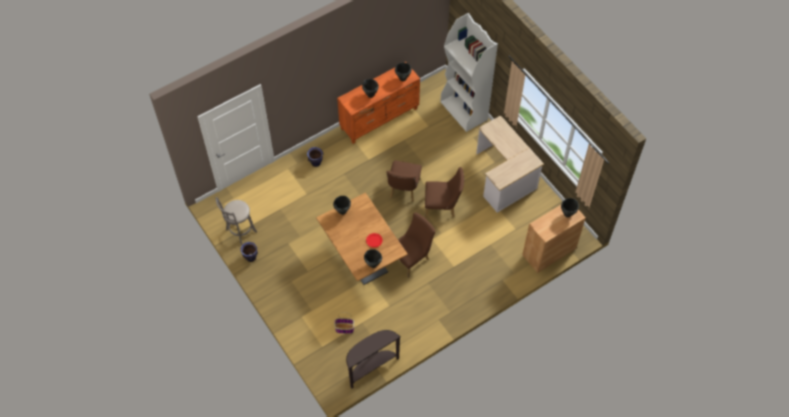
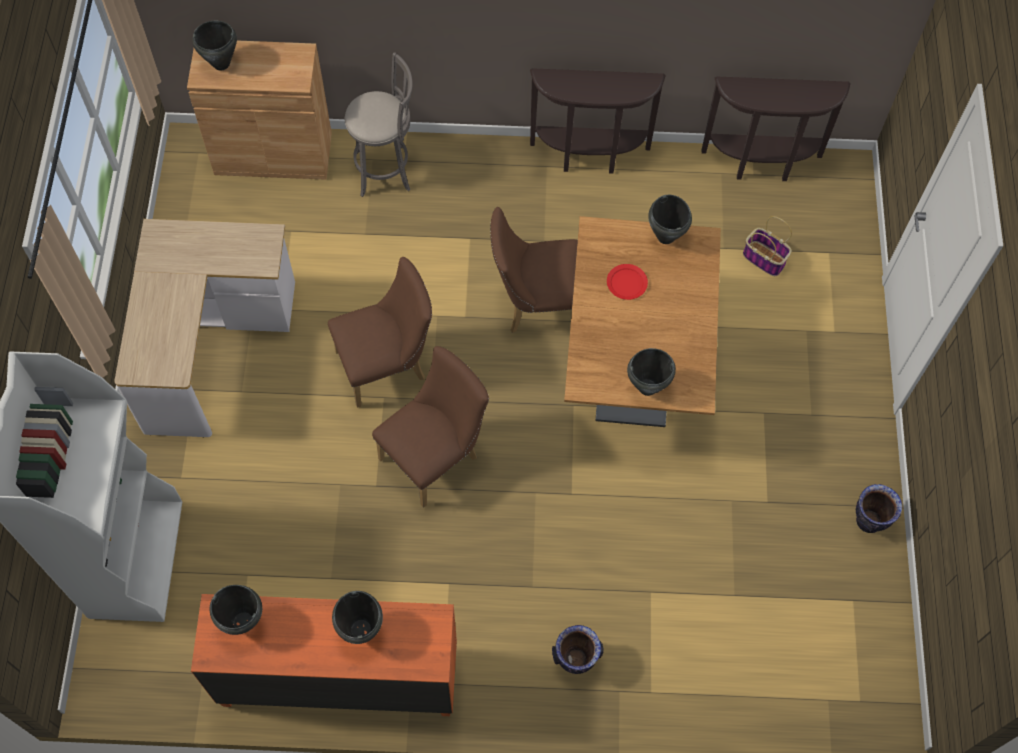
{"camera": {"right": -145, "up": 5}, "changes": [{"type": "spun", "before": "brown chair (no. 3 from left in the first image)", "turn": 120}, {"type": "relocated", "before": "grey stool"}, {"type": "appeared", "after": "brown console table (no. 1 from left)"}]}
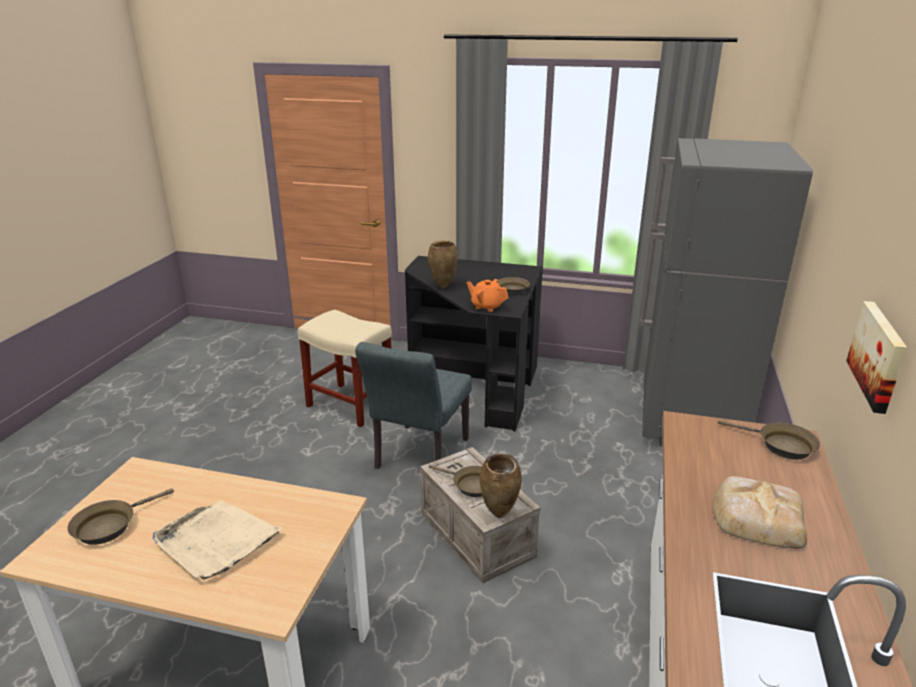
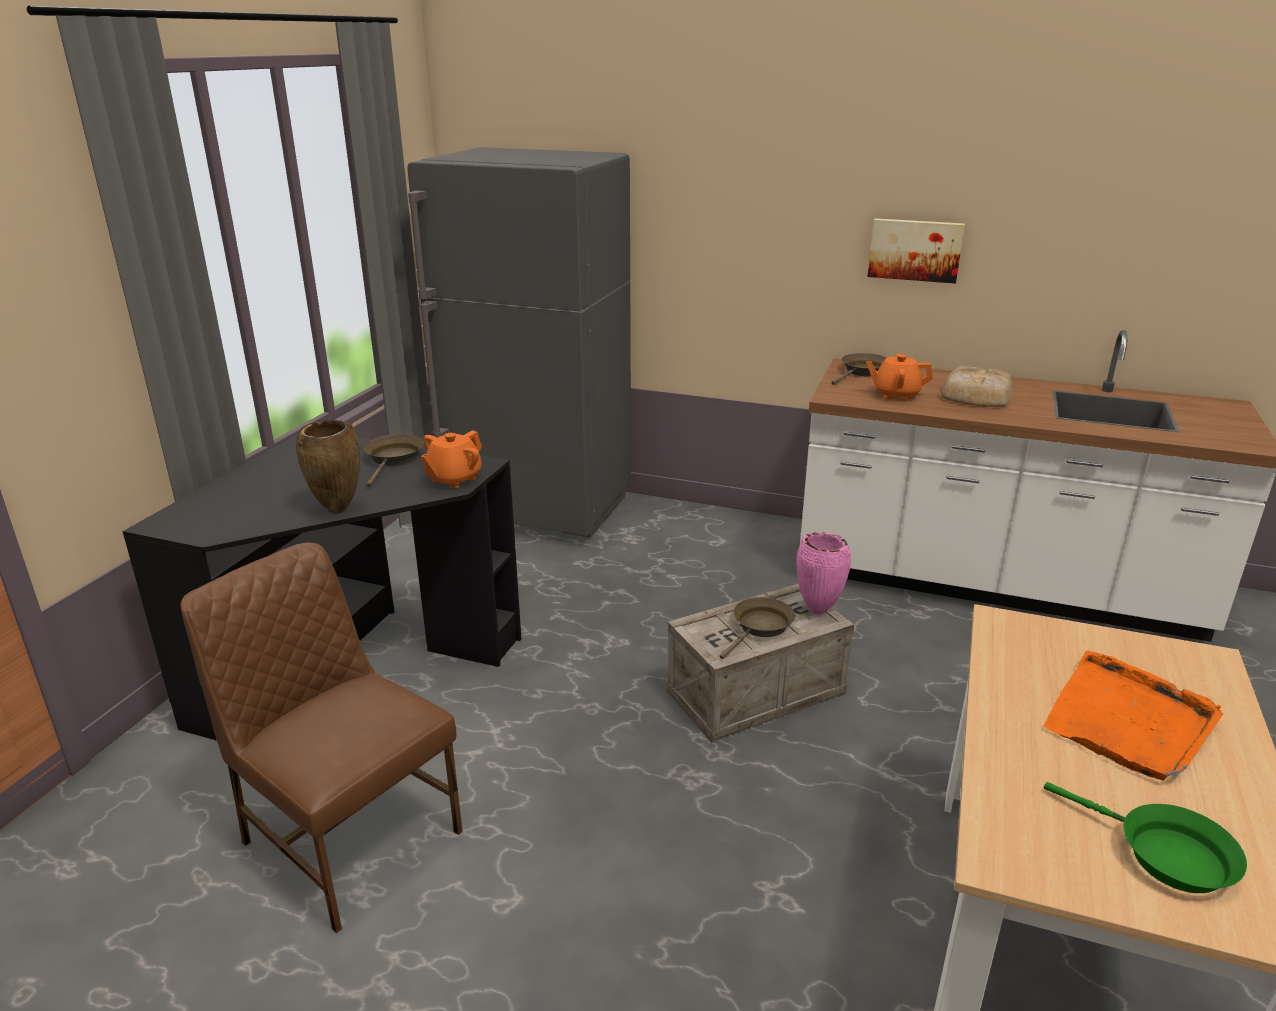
{"camera": {"right": -85, "up": 0}, "changes": [{"type": "exchanged", "before": "beige stool", "after": "brown chair"}, {"type": "colour", "before": "brown vase (no. 2 from left)", "after": "pink vase"}, {"type": "appeared", "after": "orange teapot (no. 2 from left)"}, {"type": "colour", "before": "beige tray", "after": "orange tray"}, {"type": "colour", "before": "brown frying pan (no. 1 from left)", "after": "green frying pan"}, {"type": "missing", "before": "grey chair"}]}
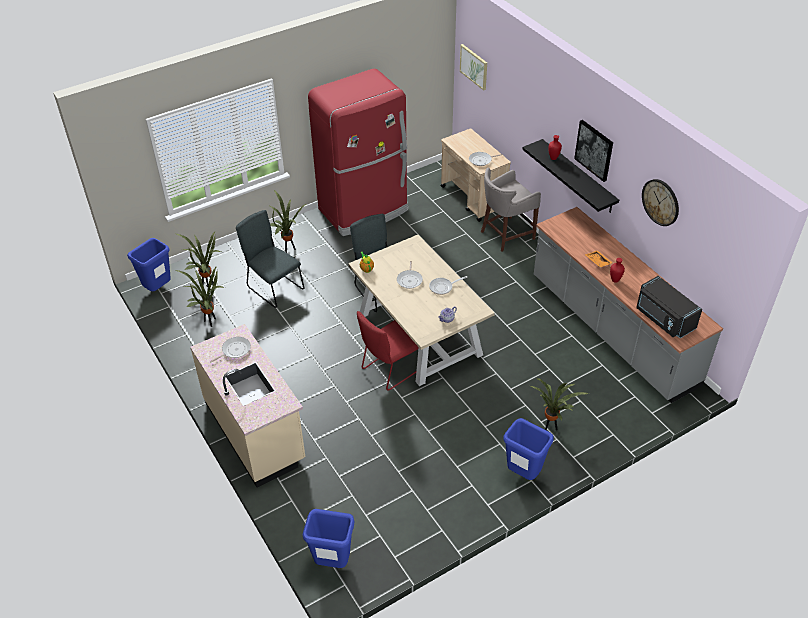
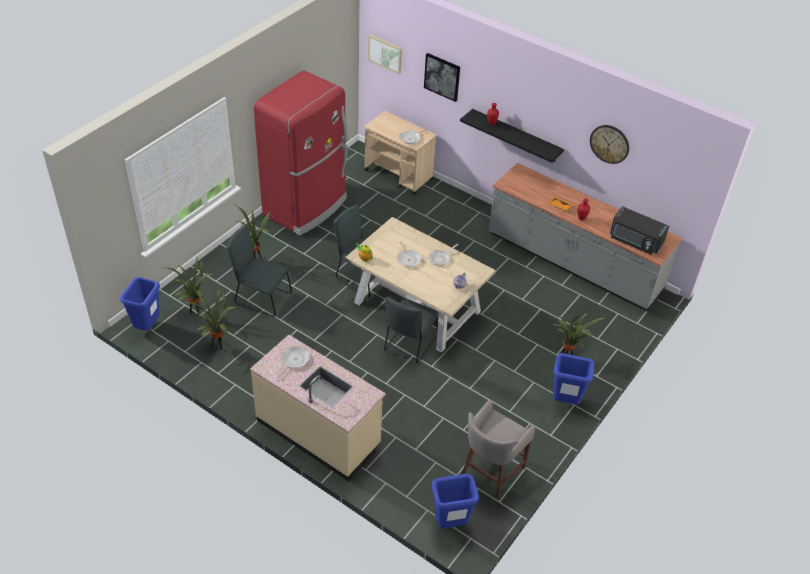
{"camera": {"right": -25, "up": 0}, "changes": [{"type": "colour", "before": "red chair", "after": "grey chair (no. 3 from left)"}, {"type": "relocated", "before": "picture (no. 2 from left)"}, {"type": "relocated", "before": "grey stool"}]}
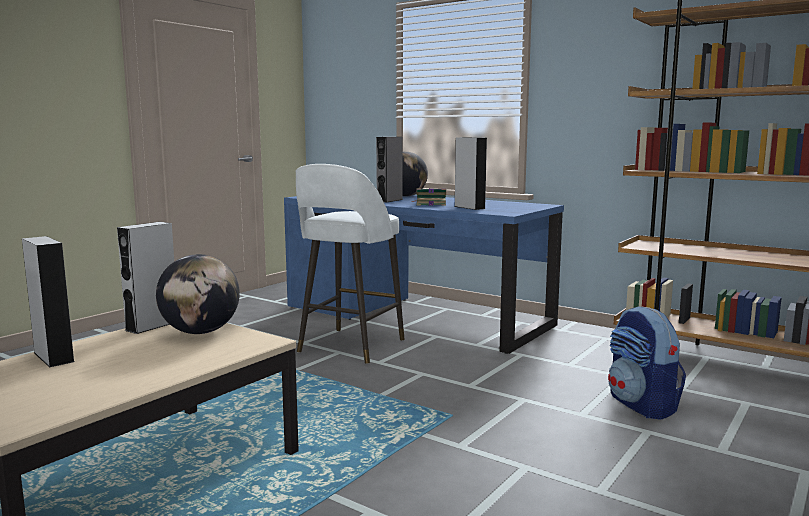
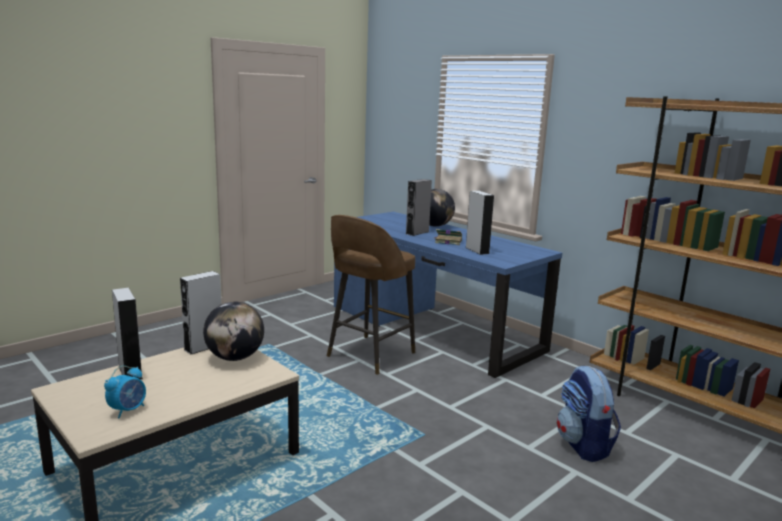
{"camera": {"right": 10, "up": 5}, "changes": [{"type": "appeared", "after": "alarm clock"}, {"type": "colour", "before": "white stool", "after": "brown stool"}]}
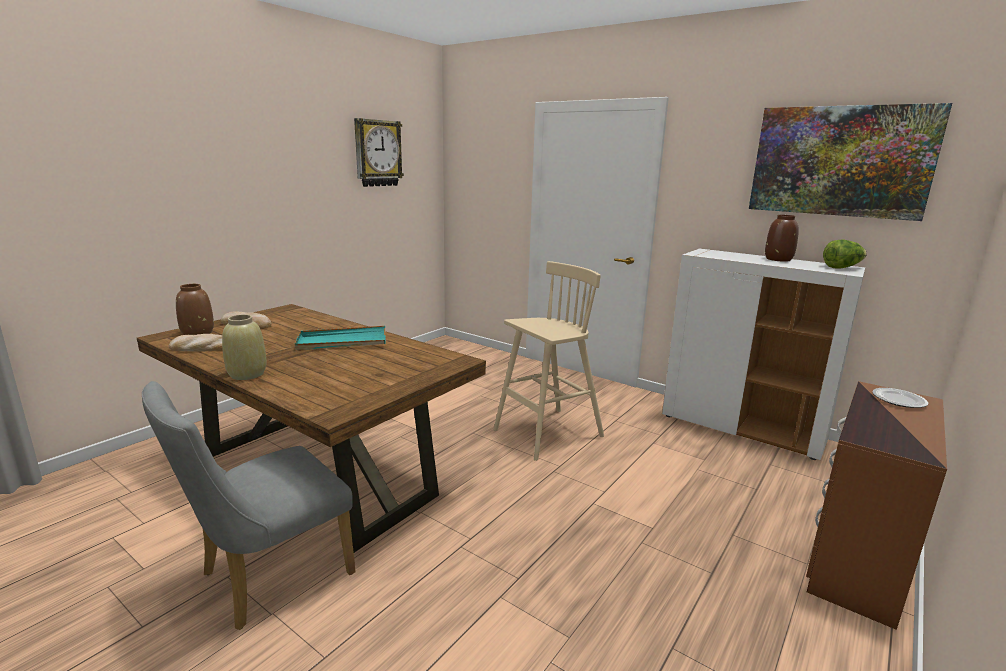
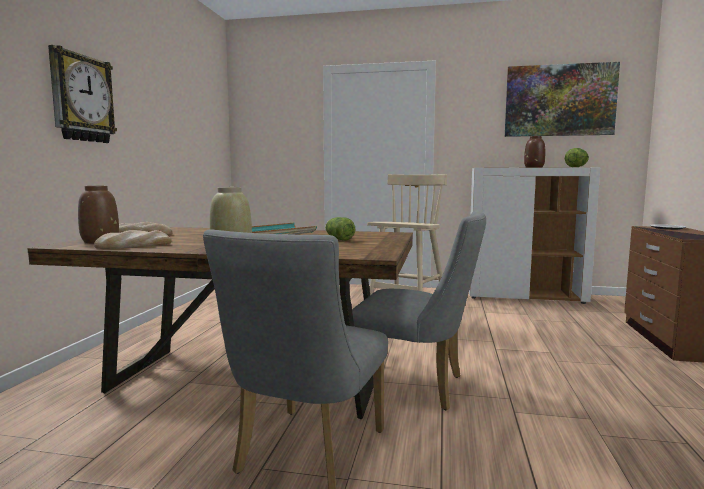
{"camera": {"right": -25, "up": -10}, "changes": [{"type": "relocated", "before": "wall clock"}, {"type": "appeared", "after": "lettuce (no. 1 from left)"}, {"type": "appeared", "after": "grey chair (no. 2 from left)"}]}
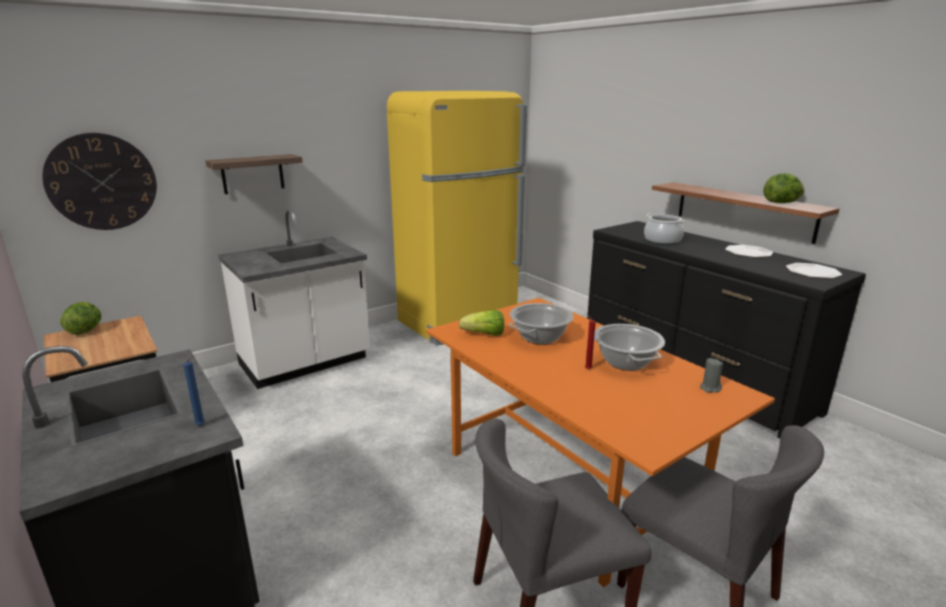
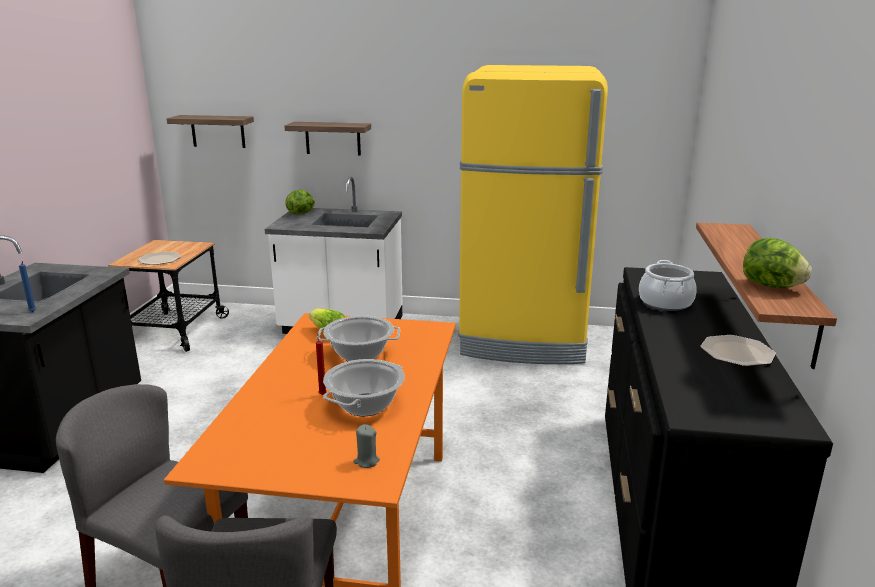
{"camera": {"right": 45, "up": 0}, "changes": [{"type": "relocated", "before": "plate (no. 2 from left in the first image)", "after": "plate (no. 1 from left)"}, {"type": "exchanged", "before": "wall clock", "after": "shelf (no. 1 from left)"}, {"type": "relocated", "before": "lettuce (no. 1 from left)"}]}
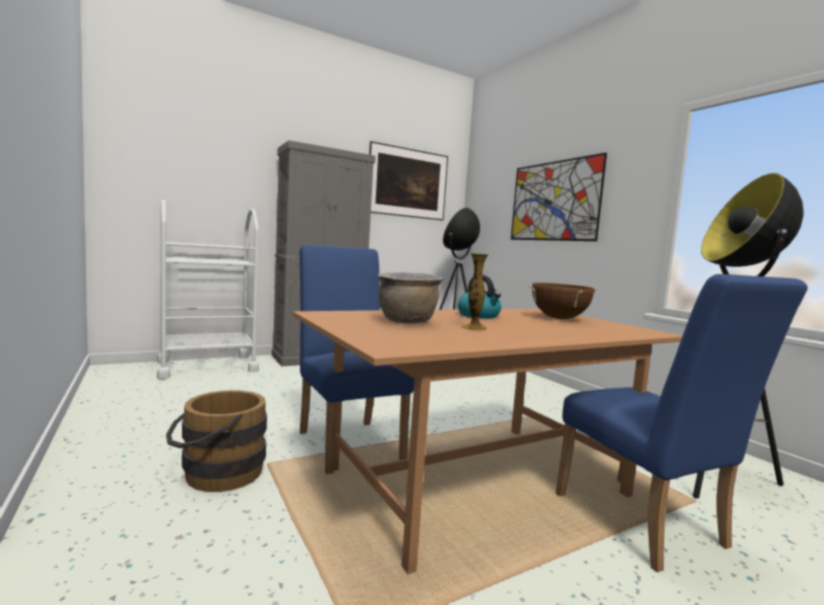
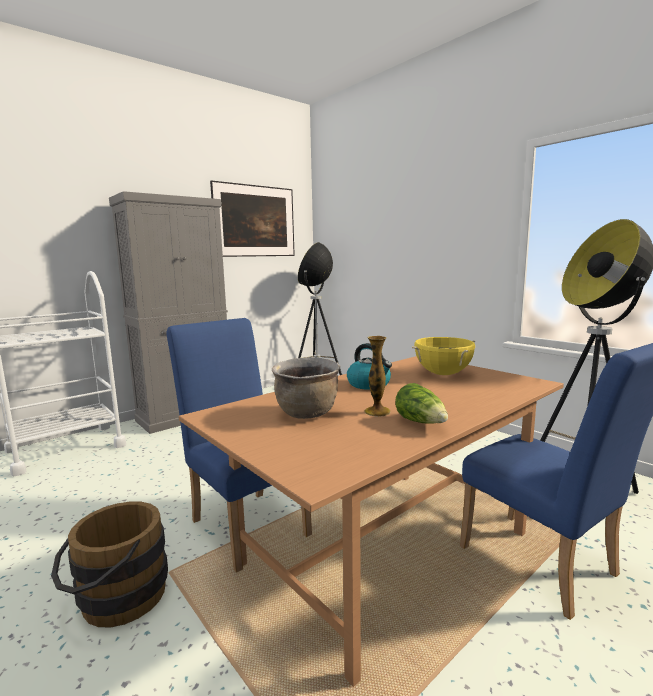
{"camera": {"right": -10, "up": 5}, "changes": [{"type": "appeared", "after": "lettuce"}, {"type": "colour", "before": "brown cooking pot (no. 2 from left)", "after": "yellow cooking pot"}, {"type": "missing", "before": "picture (no. 2 from left)"}]}
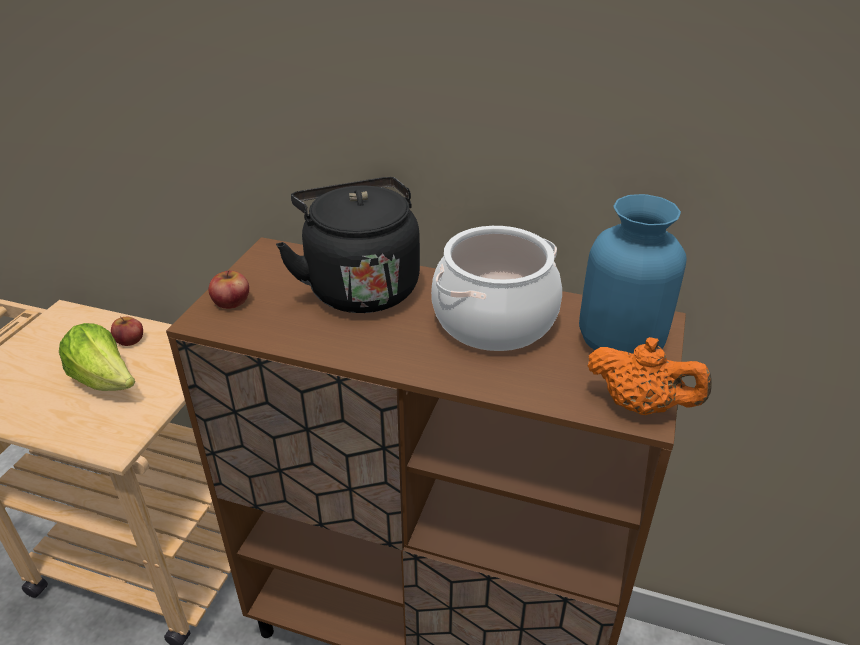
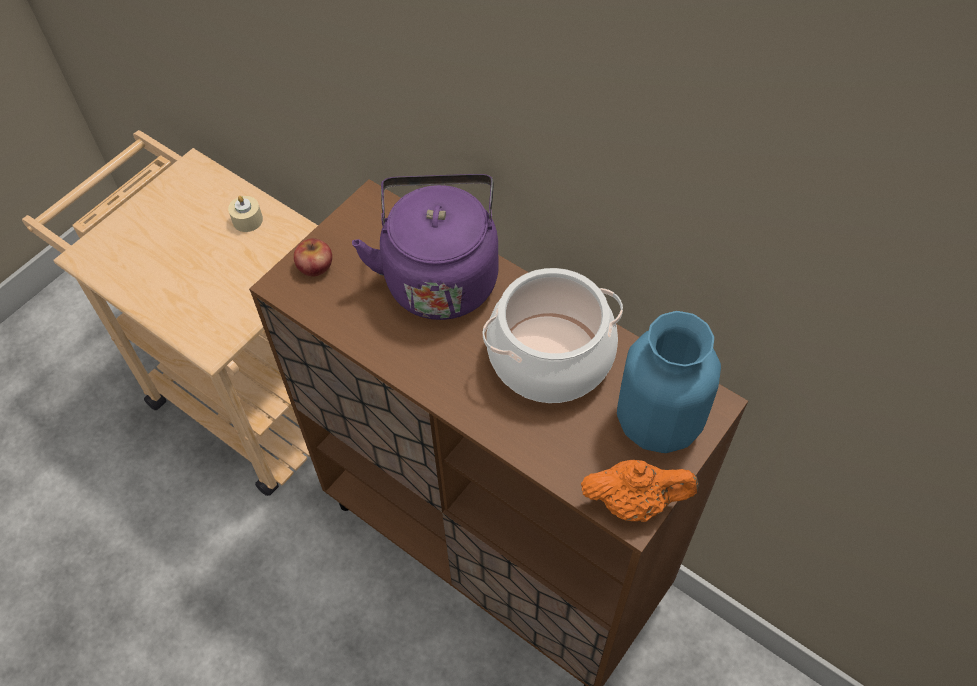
{"camera": {"right": 20, "up": 20}, "changes": [{"type": "exchanged", "before": "apple (no. 1 from left)", "after": "beige candle"}, {"type": "colour", "before": "black kettle", "after": "purple kettle"}, {"type": "spun", "before": "orange teapot", "turn": -45}, {"type": "missing", "before": "lettuce"}]}
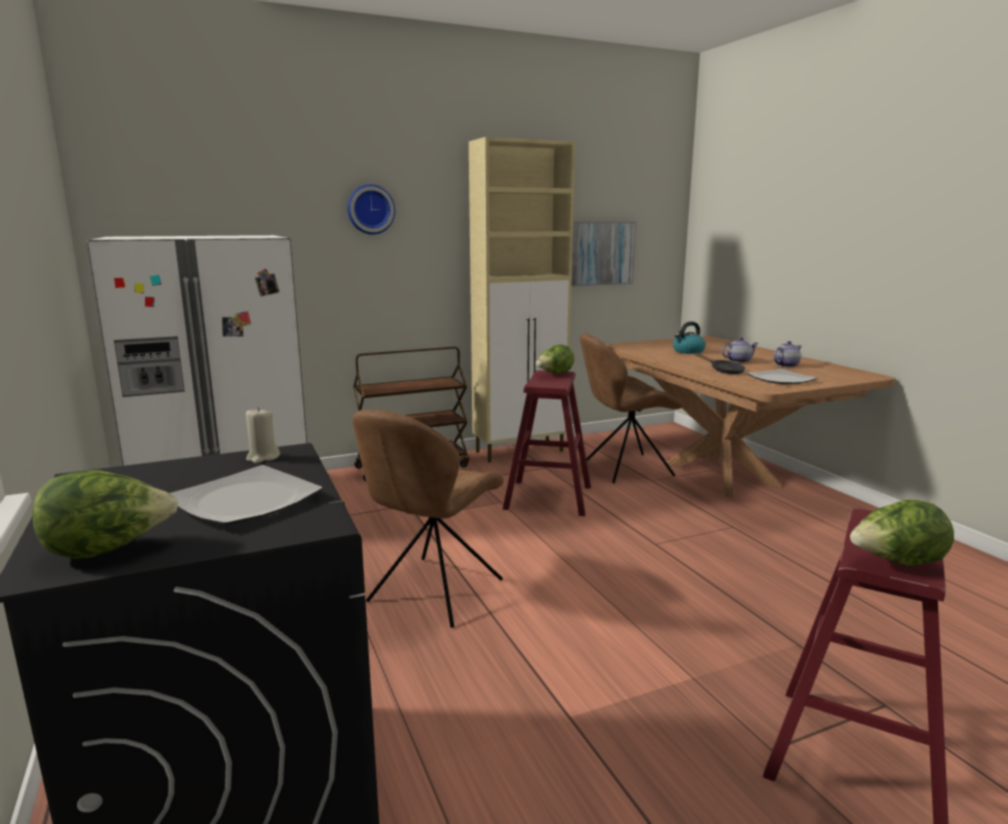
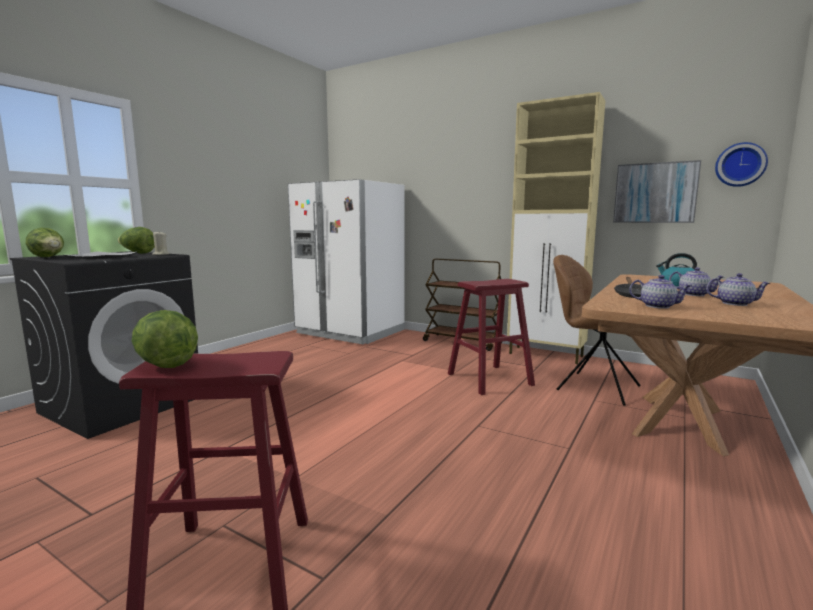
{"camera": {"right": 55, "up": -5}, "changes": [{"type": "relocated", "before": "lettuce (no. 2 from left)"}, {"type": "exchanged", "before": "plate (no. 2 from left)", "after": "teapot (no. 1 from left)"}, {"type": "relocated", "before": "wall clock"}, {"type": "missing", "before": "brown chair (no. 1 from left)"}]}
